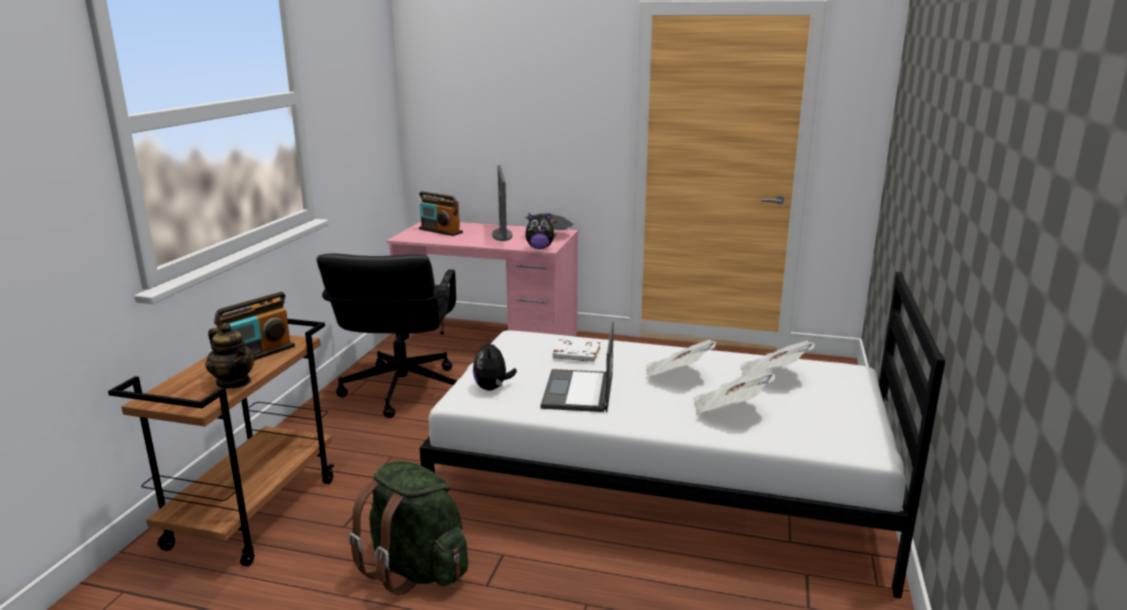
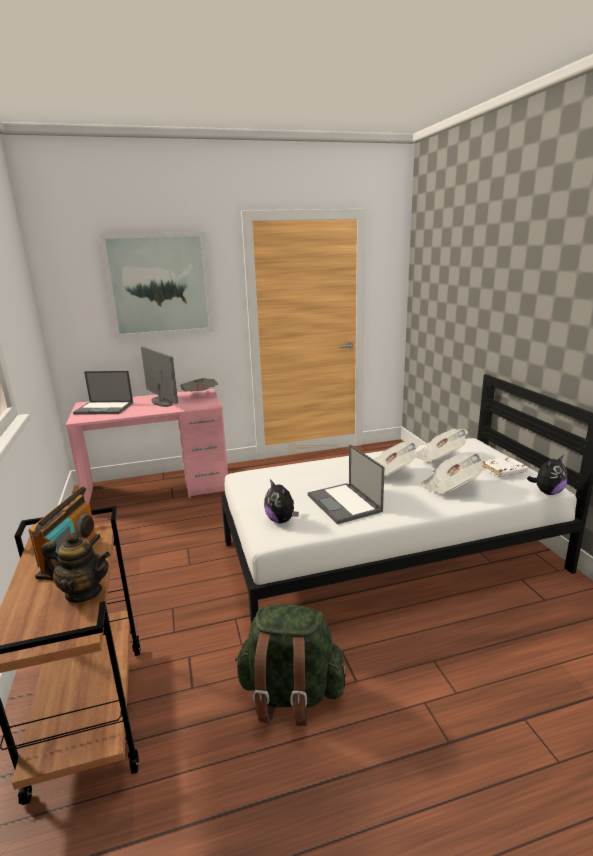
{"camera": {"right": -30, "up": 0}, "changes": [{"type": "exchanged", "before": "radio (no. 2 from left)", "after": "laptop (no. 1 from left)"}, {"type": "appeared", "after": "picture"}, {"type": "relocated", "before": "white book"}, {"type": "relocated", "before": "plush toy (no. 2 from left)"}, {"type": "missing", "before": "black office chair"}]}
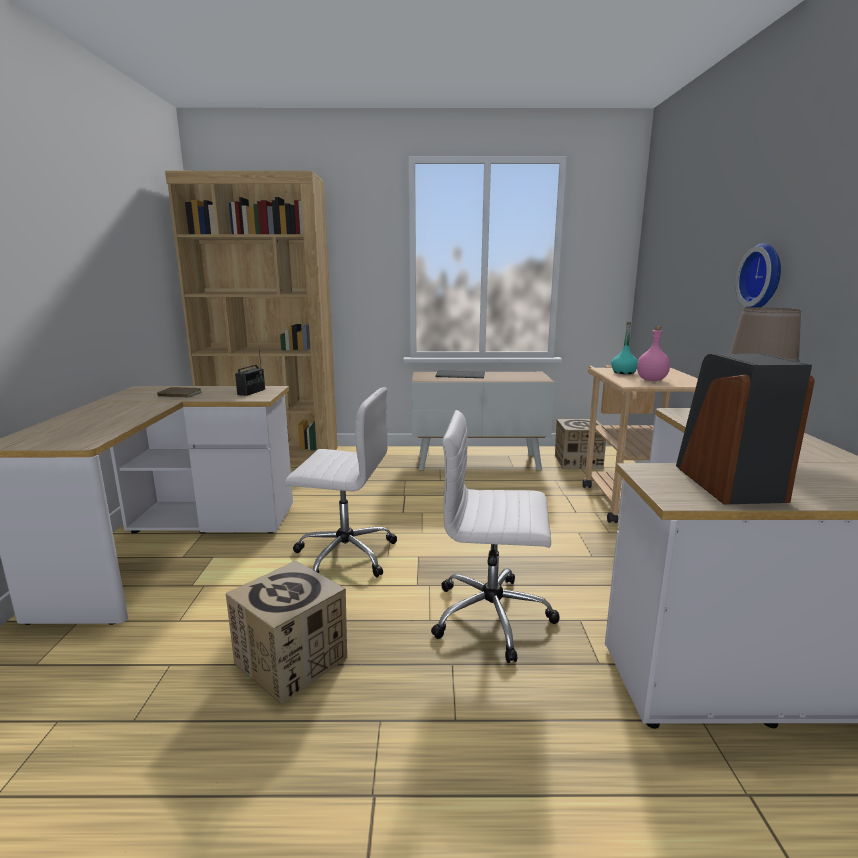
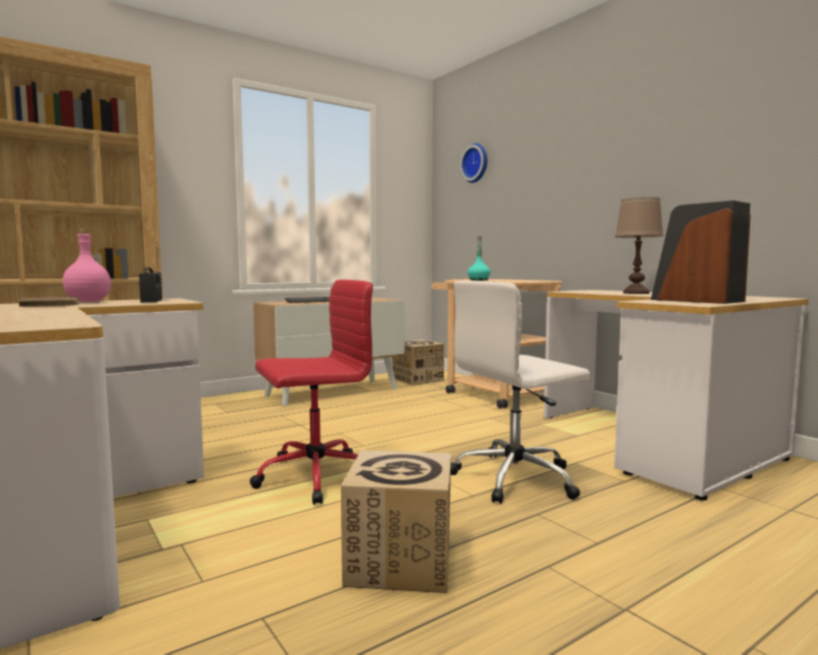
{"camera": {"right": -35, "up": -10}, "changes": [{"type": "relocated", "before": "pink bottle"}, {"type": "colour", "before": "white office chair (no. 1 from left)", "after": "red office chair"}, {"type": "relocated", "before": "wall clock"}]}
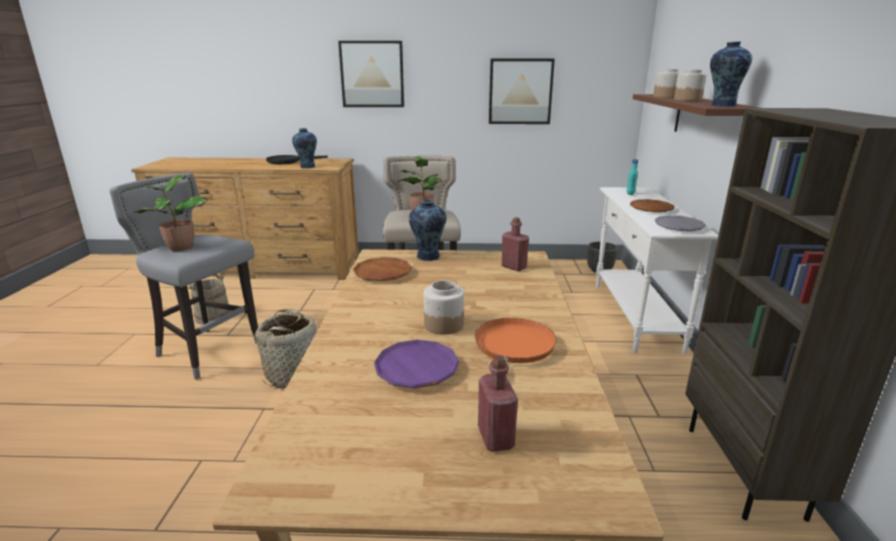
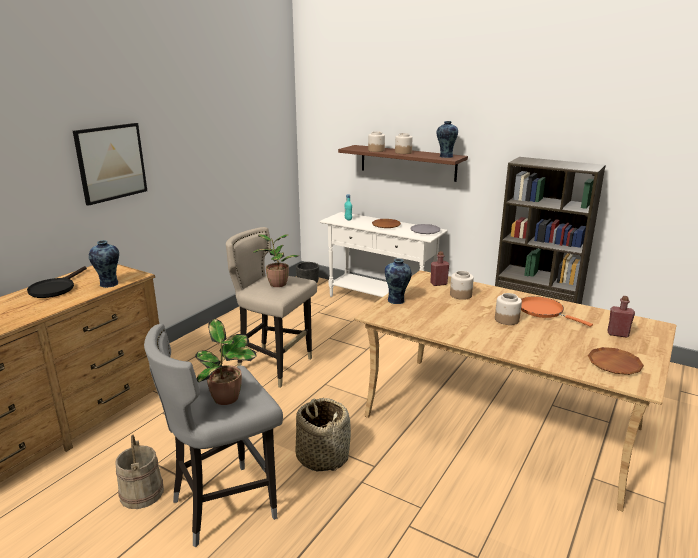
{"camera": {"right": -60, "up": 0}, "changes": [{"type": "appeared", "after": "jar (no. 3 from left)"}, {"type": "relocated", "before": "brown plate (no. 1 from left in the first image)", "after": "brown plate (no. 2 from left)"}, {"type": "missing", "before": "purple plate"}, {"type": "missing", "before": "picture (no. 2 from left)"}]}
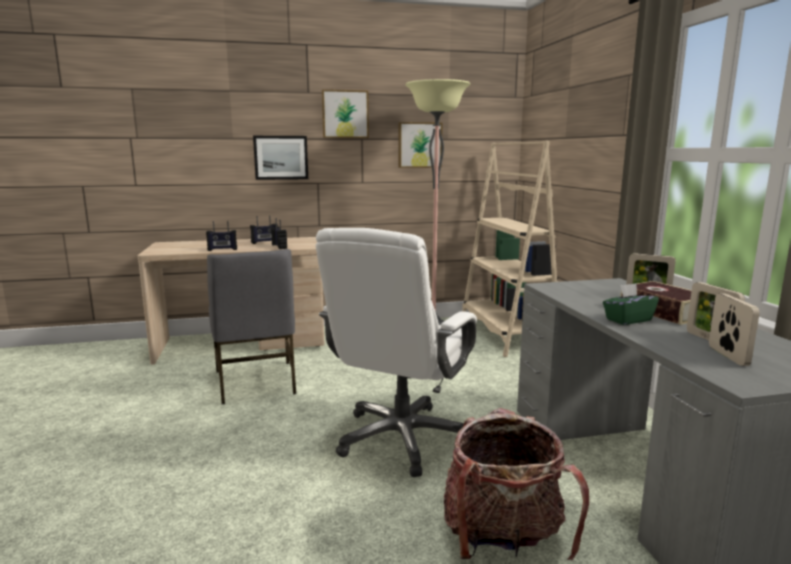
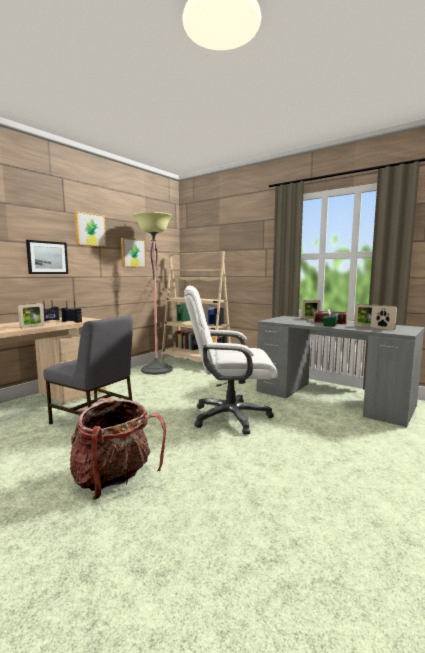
{"camera": {"right": -40, "up": -5}, "changes": [{"type": "exchanged", "before": "radio (no. 1 from left)", "after": "picture frame (no. 1 from left)"}, {"type": "relocated", "before": "backpack"}, {"type": "spun", "before": "white office chair", "turn": 105}]}
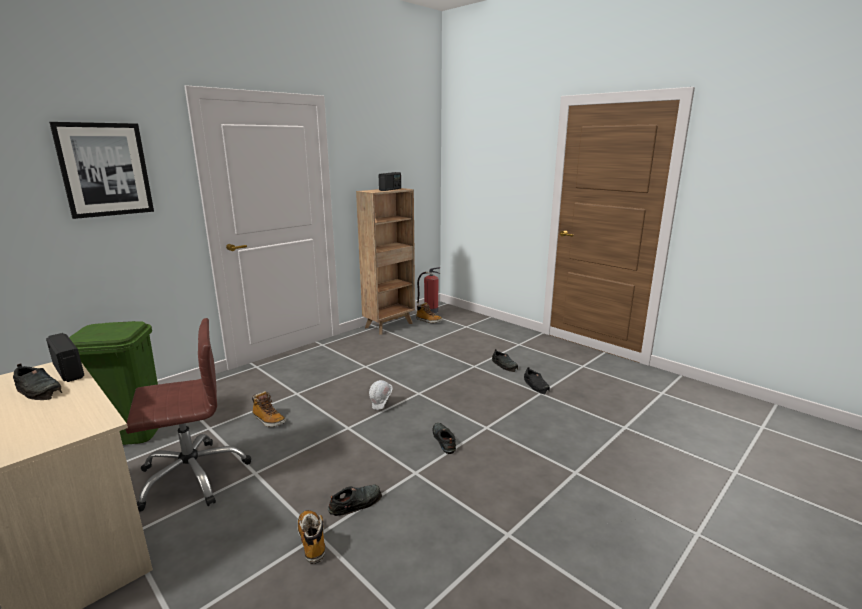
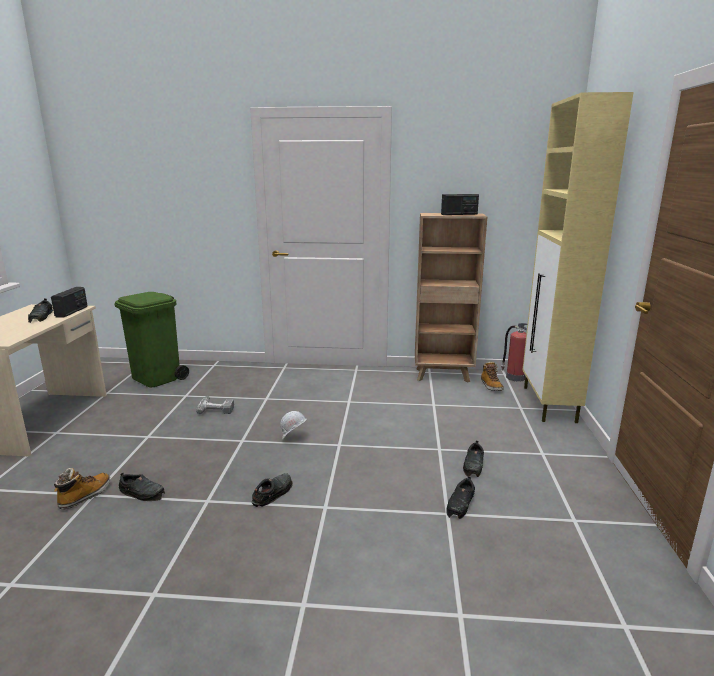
{"camera": {"right": 50, "up": 0}, "changes": [{"type": "exchanged", "before": "boot (no. 1 from left)", "after": "power drill"}, {"type": "appeared", "after": "beige cabinet"}, {"type": "missing", "before": "picture"}, {"type": "missing", "before": "brown office chair"}]}
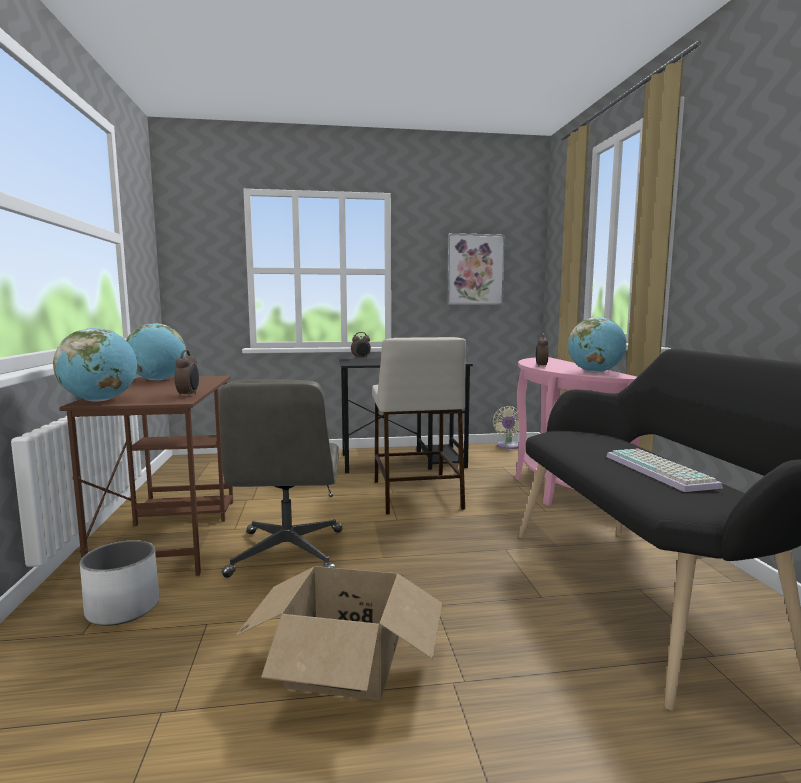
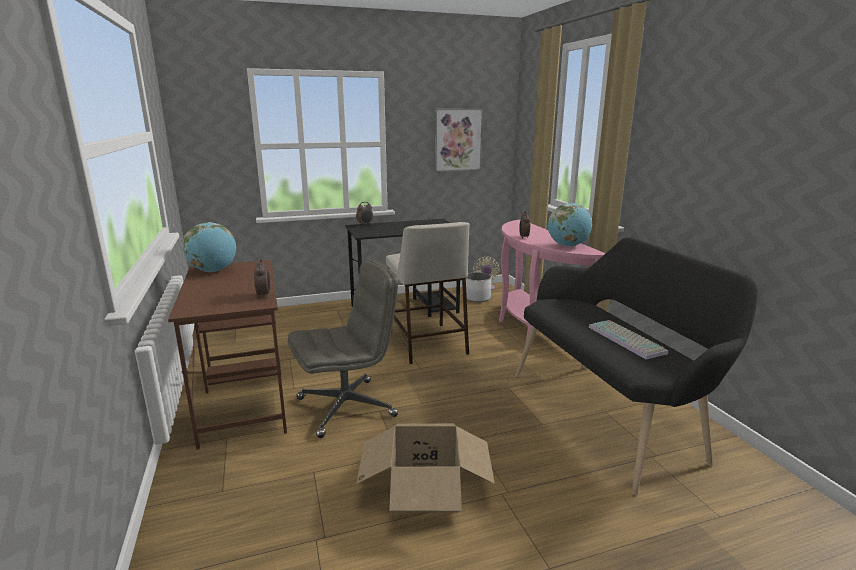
{"camera": {"right": -10, "up": 10}, "changes": [{"type": "spun", "before": "grey office chair", "turn": -105}, {"type": "relocated", "before": "white planter"}, {"type": "missing", "before": "globe (no. 1 from left)"}]}
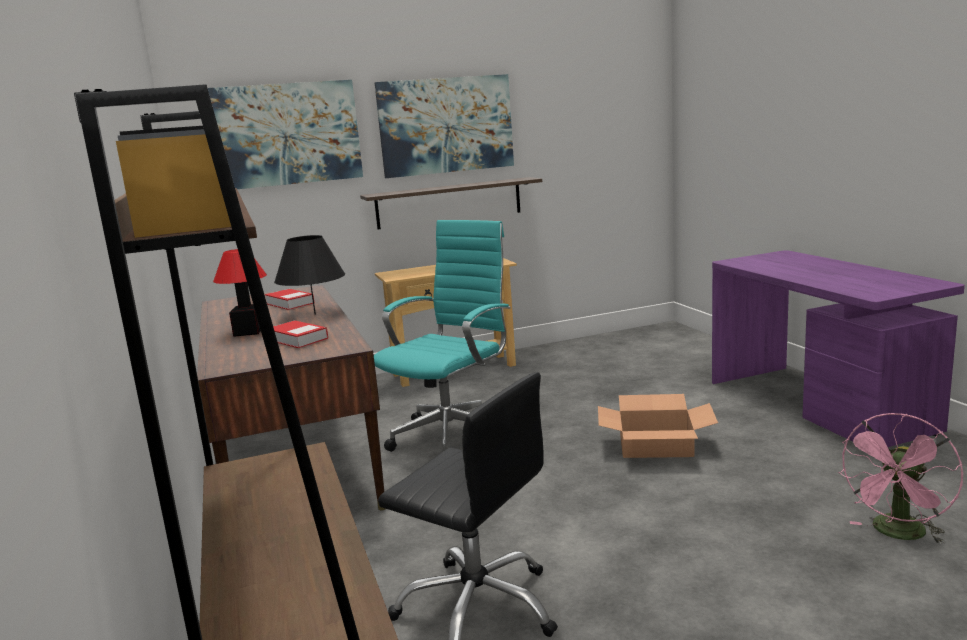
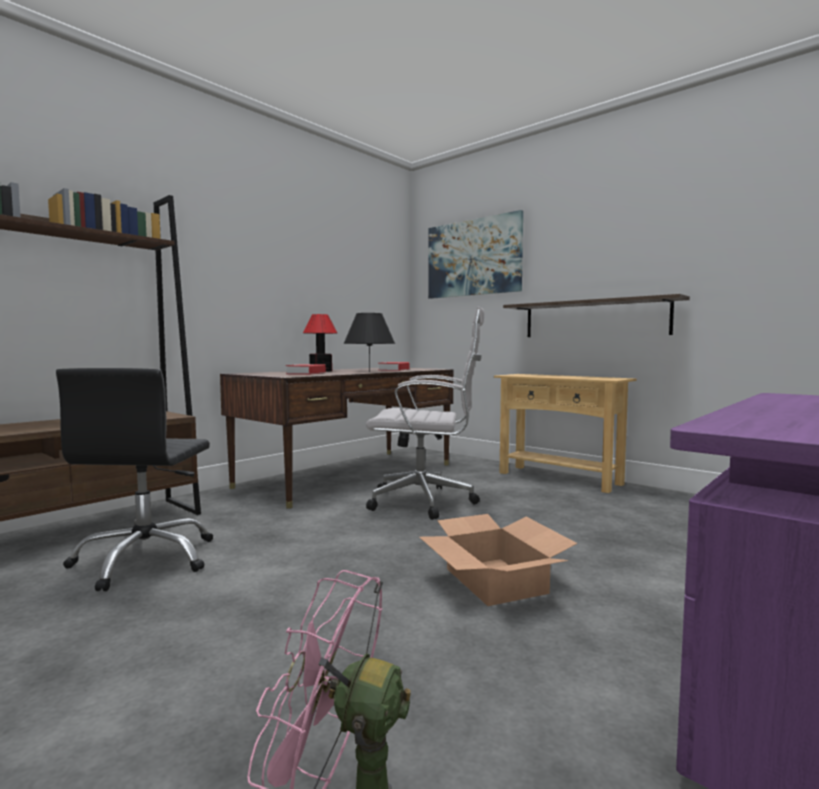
{"camera": {"right": 60, "up": -10}, "changes": [{"type": "colour", "before": "turquoise office chair", "after": "white office chair"}, {"type": "missing", "before": "picture (no. 2 from left)"}]}
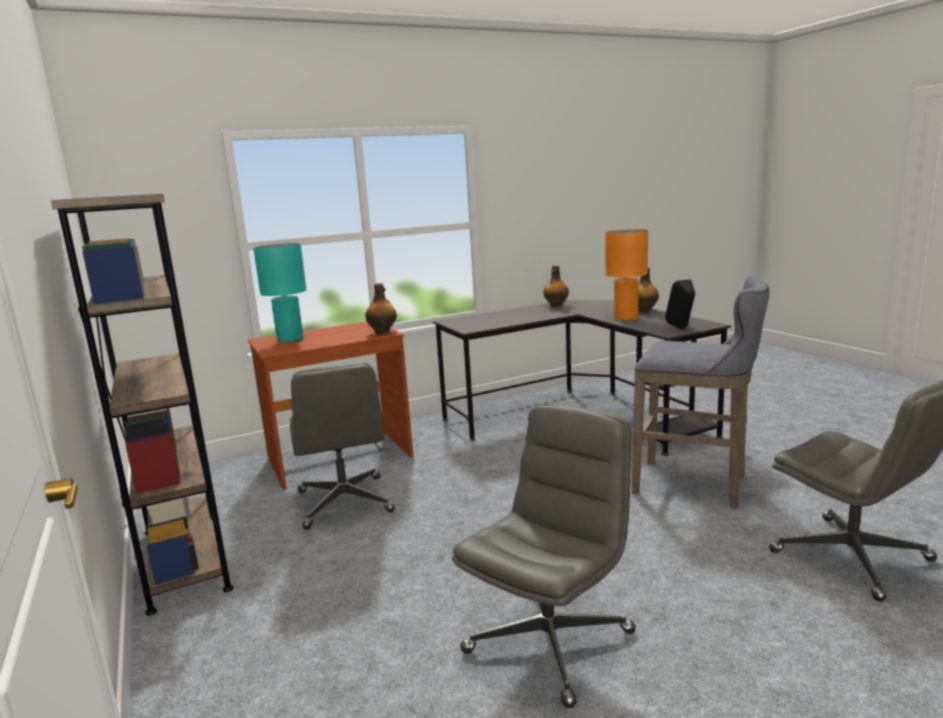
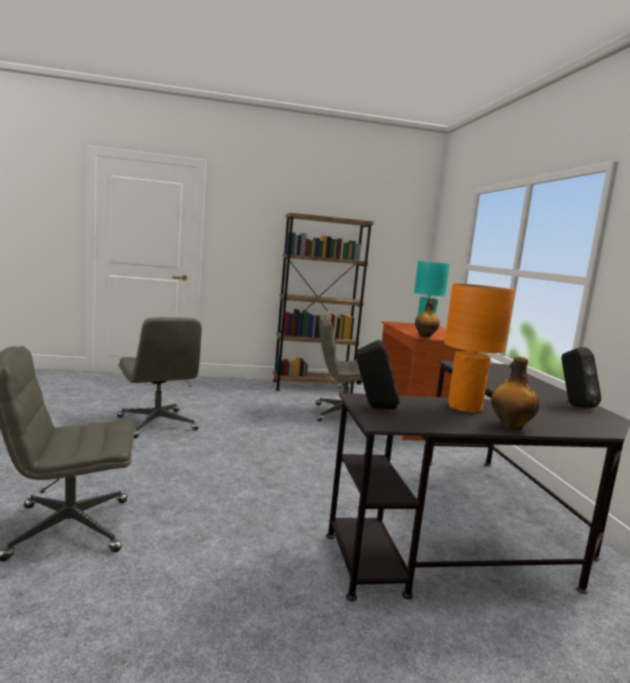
{"camera": {"right": 105, "up": -5}, "changes": [{"type": "exchanged", "before": "bottle (no. 2 from left)", "after": "black speaker (no. 2 from left)"}, {"type": "missing", "before": "grey stool"}]}
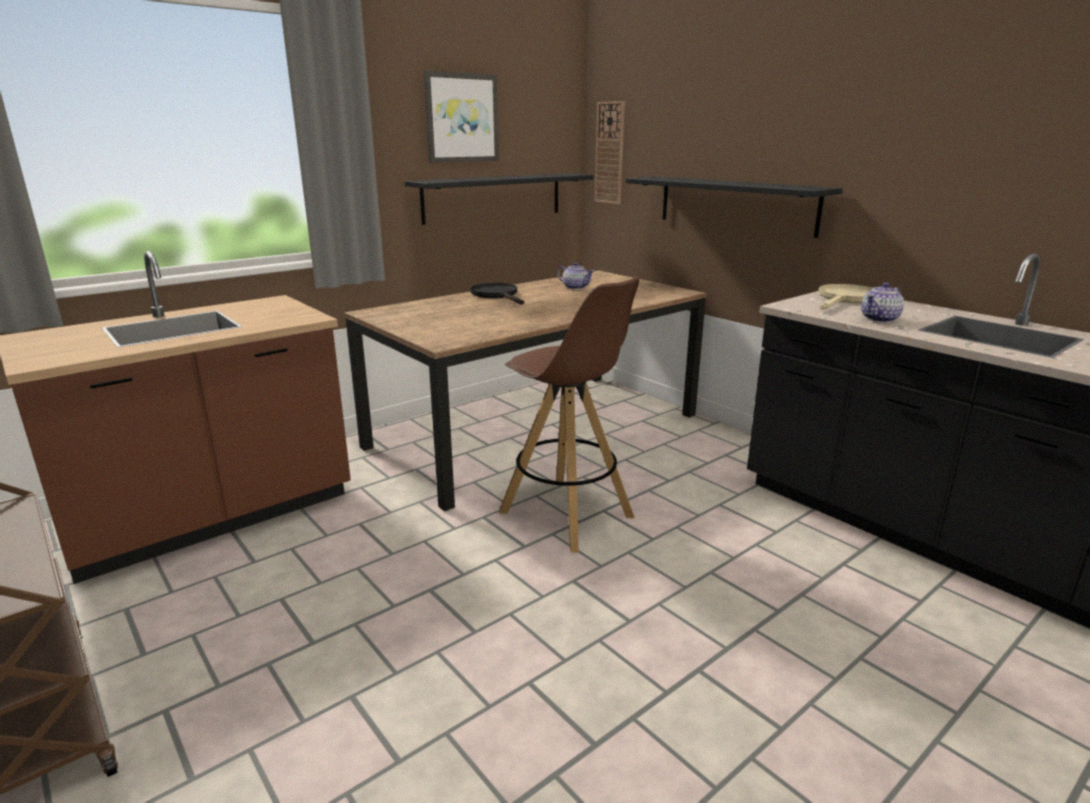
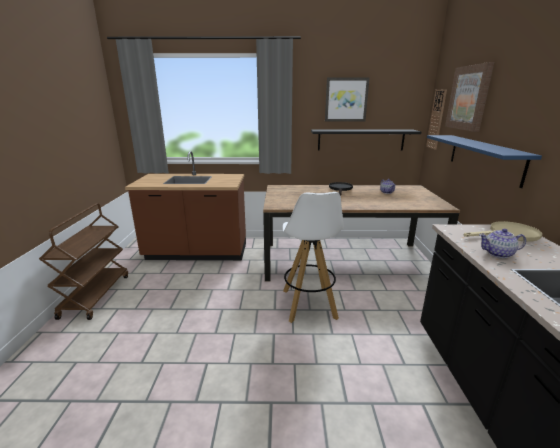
{"camera": {"right": 40, "up": 0}, "changes": [{"type": "colour", "before": "brown stool", "after": "white stool"}, {"type": "colour", "before": "black shelf (no. 2 from left)", "after": "blue shelf"}, {"type": "appeared", "after": "picture (no. 2 from left)"}]}
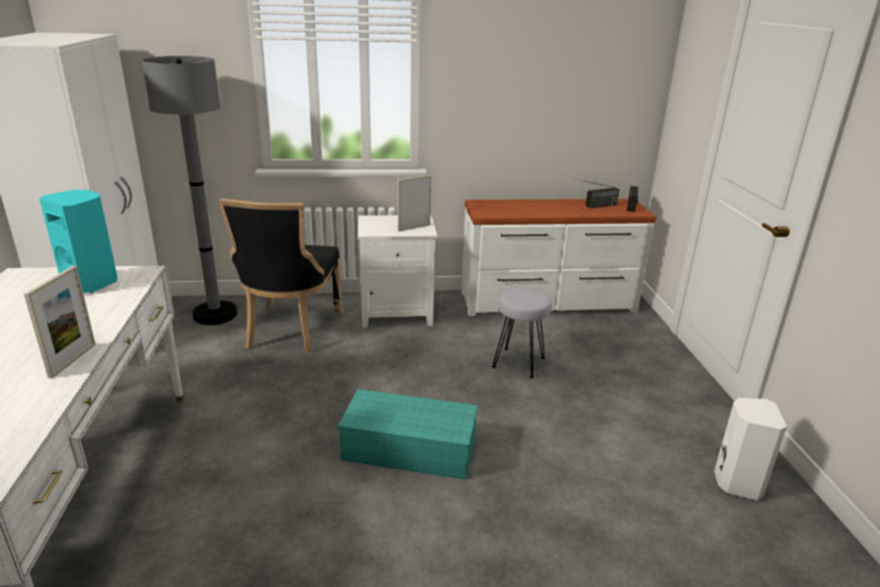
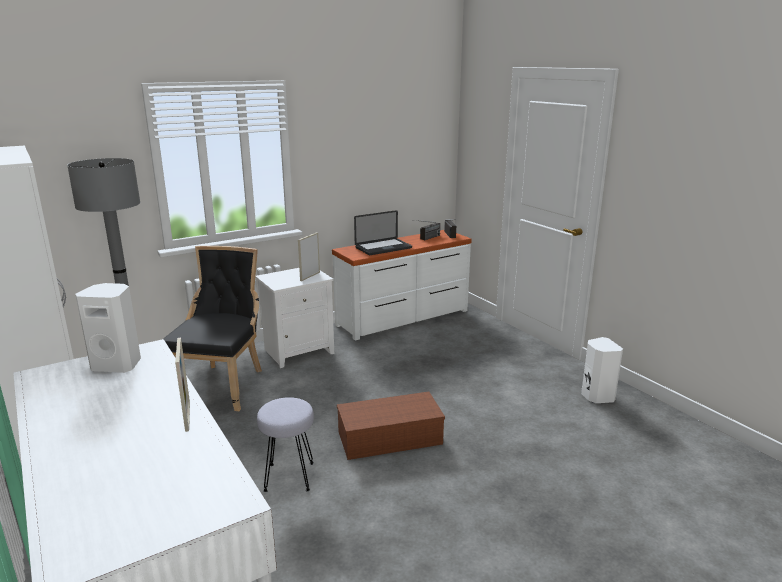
{"camera": {"right": -25, "up": -5}, "changes": [{"type": "colour", "before": "turquoise speaker", "after": "white speaker (no. 1 from left)"}, {"type": "spun", "before": "black chair", "turn": -150}, {"type": "relocated", "before": "grey stool"}, {"type": "colour", "before": "turquoise storage box", "after": "brown storage box"}, {"type": "appeared", "after": "laptop"}]}
